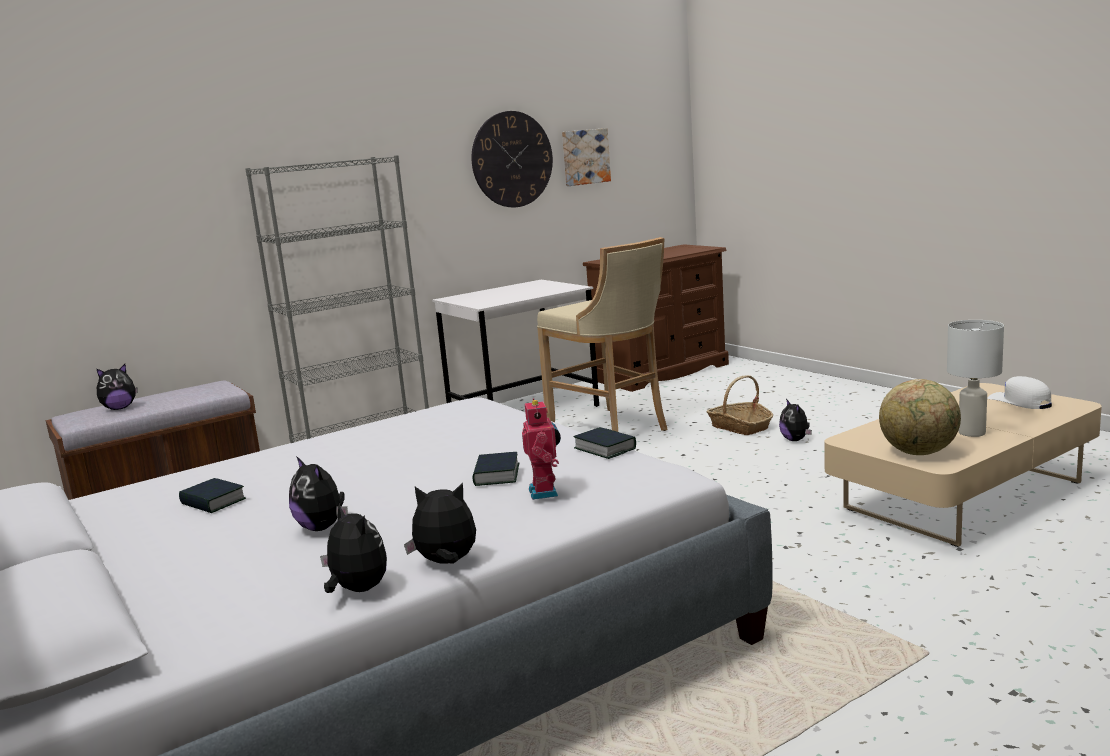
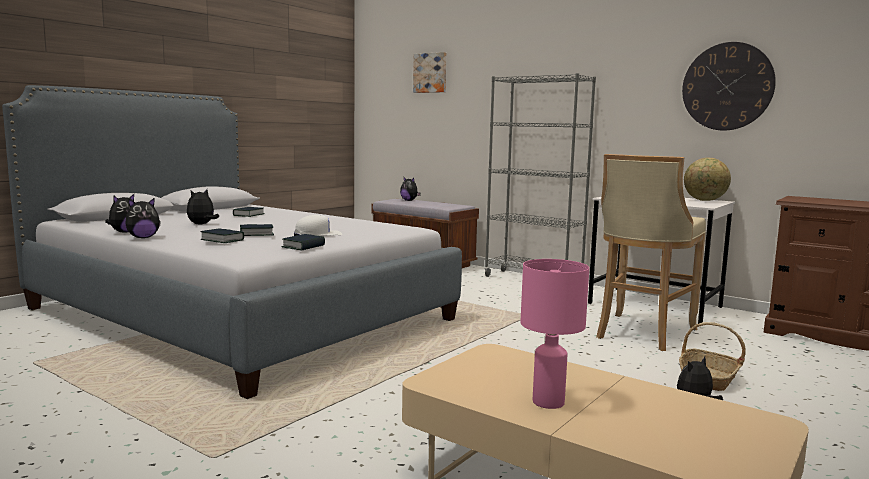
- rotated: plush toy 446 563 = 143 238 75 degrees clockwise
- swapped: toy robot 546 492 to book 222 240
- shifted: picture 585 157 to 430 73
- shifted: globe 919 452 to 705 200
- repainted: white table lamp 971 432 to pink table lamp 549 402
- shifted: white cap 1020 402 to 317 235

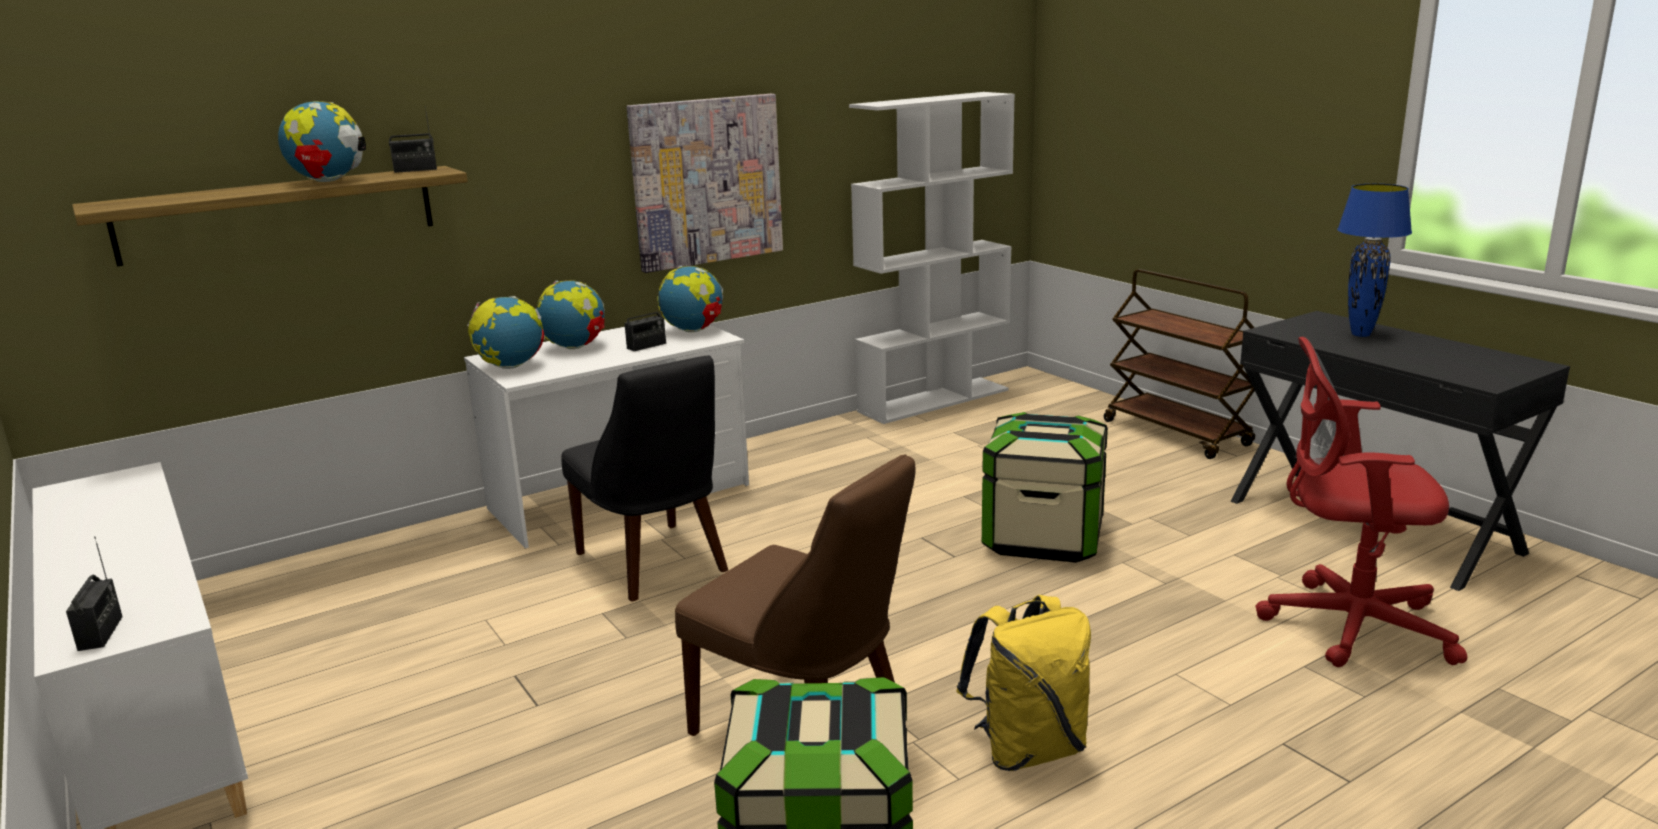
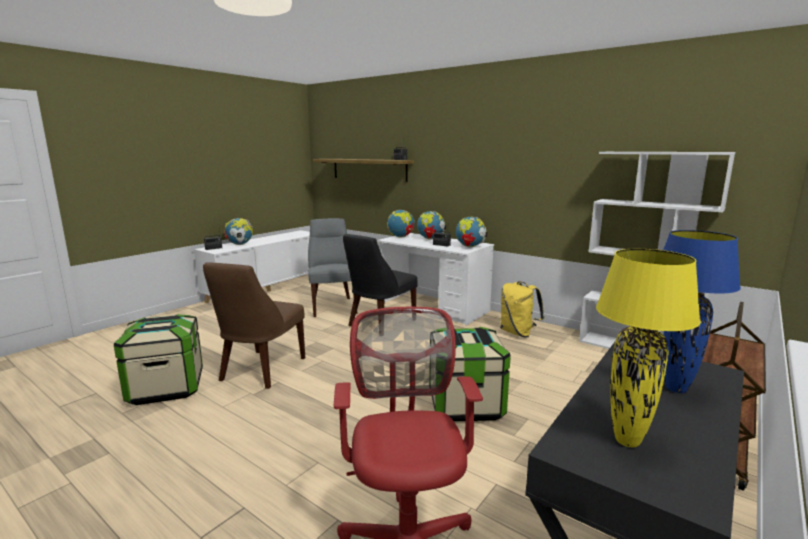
- shifted: globe 328 181 to 240 244
- gone: picture 706 181
- shifted: yellow backpack 1028 749 to 518 333
- new: grey chair 333 306
- new: yellow table lamp 627 441

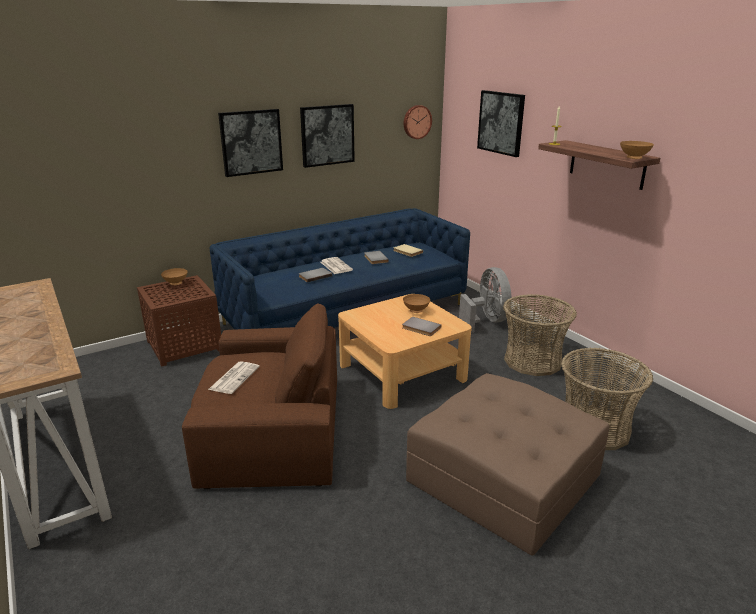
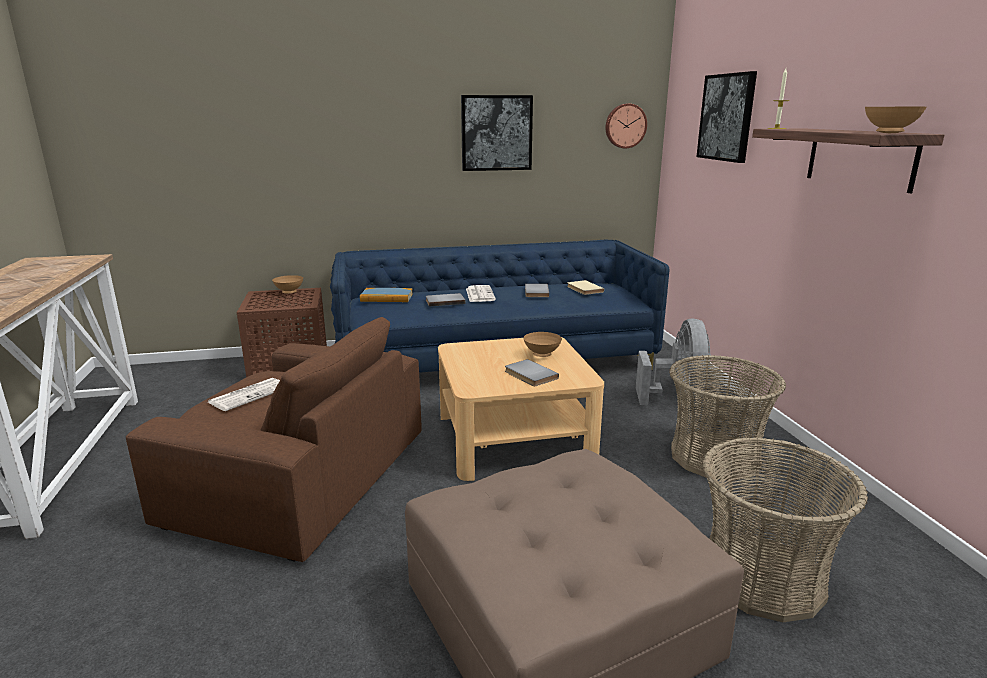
- gone: picture 251 142
- new: book 386 297

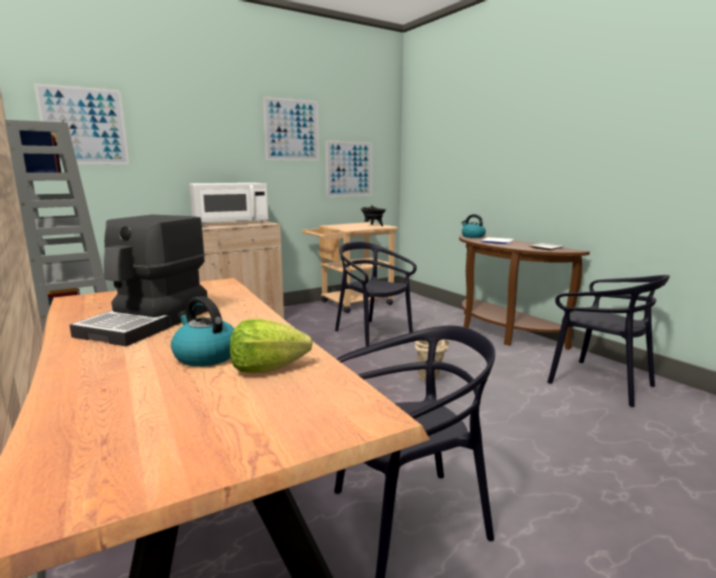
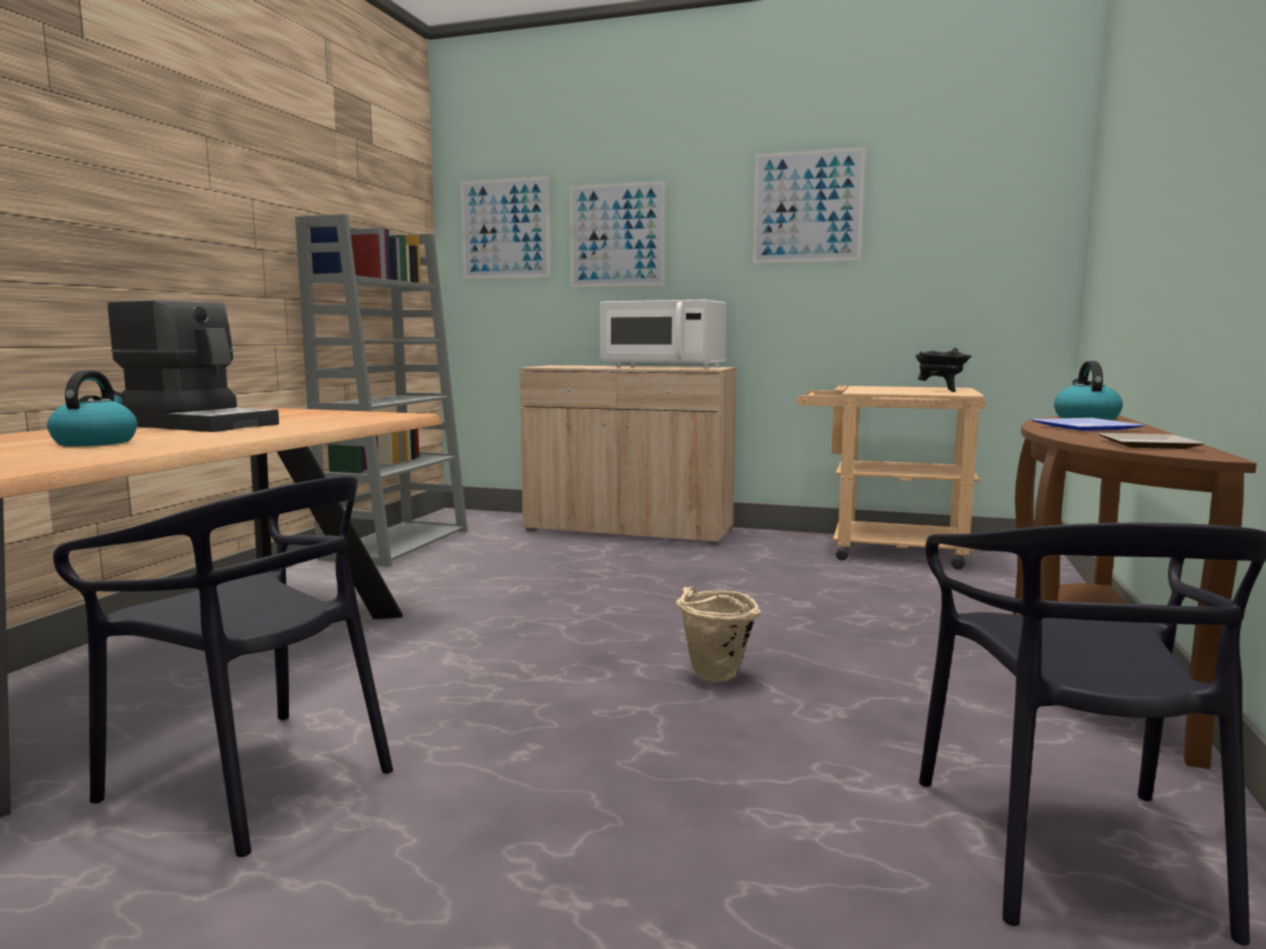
- rotated: coffee machine 148 322 = 200 424 135 degrees counterclockwise
- gone: lettuce 267 368
- shifted: picture 349 169 to 617 235
- gone: black chair 372 333

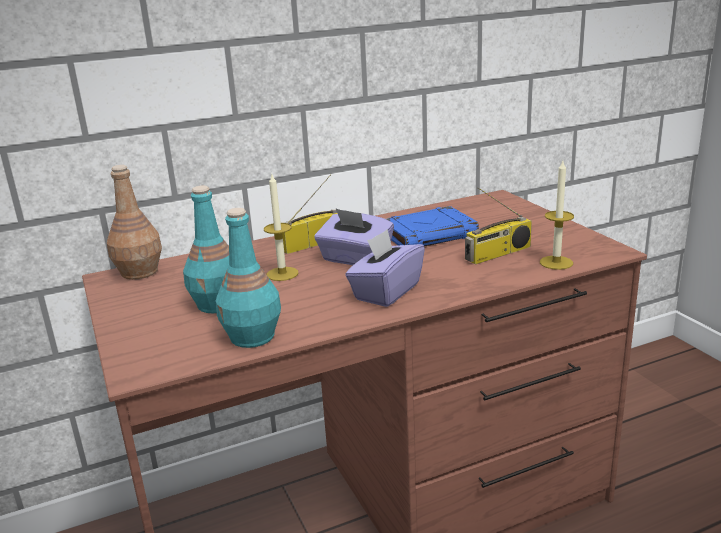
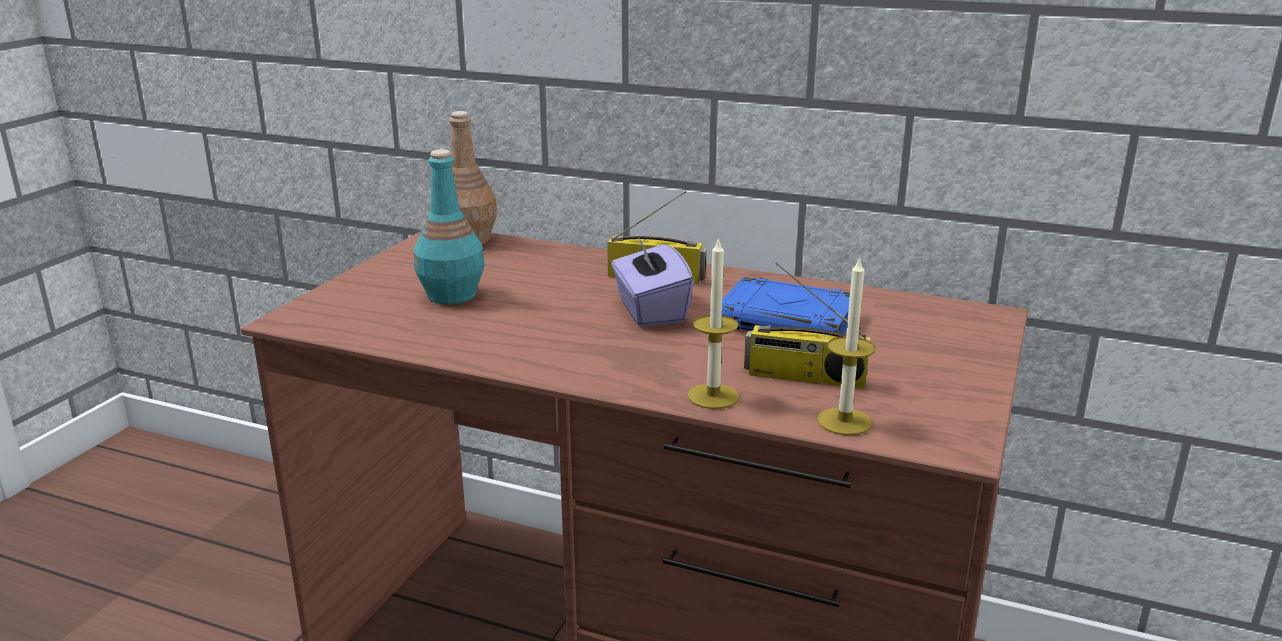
- gone: turquoise bottle 253 337
- shifted: candle 282 274 to 713 396
- gone: purple tissue box 386 291

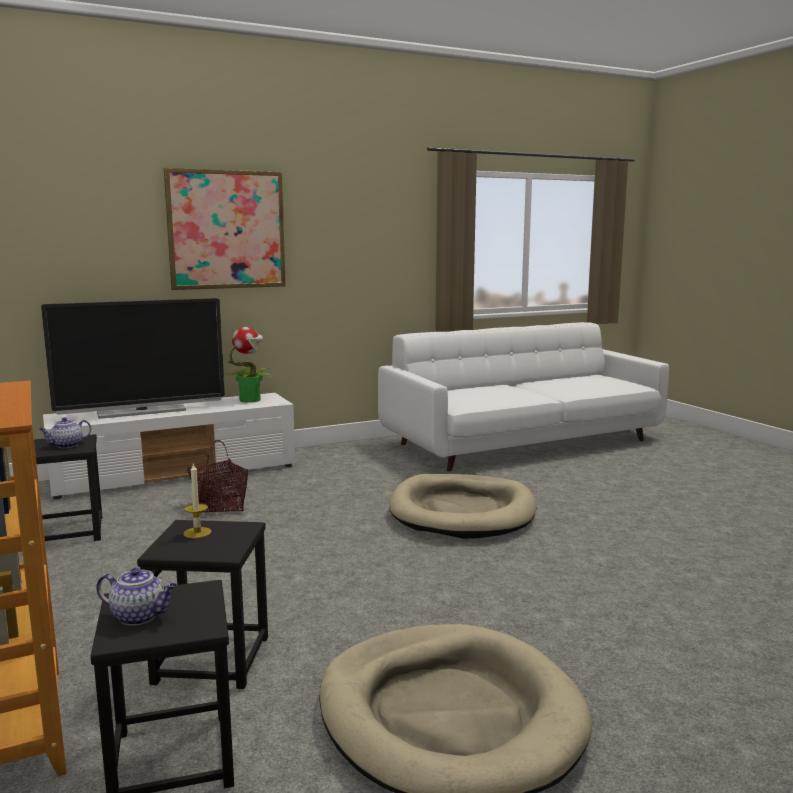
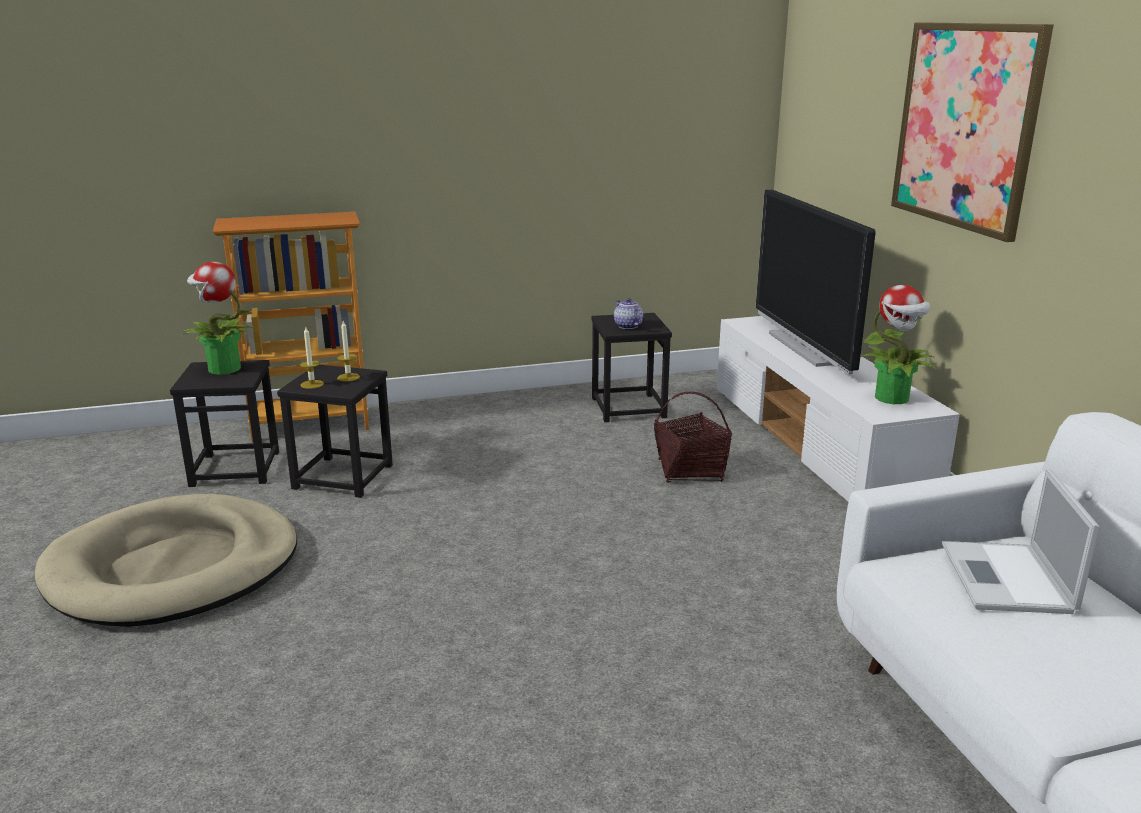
- swapped: teapot 140 616 to potted plant 223 369
- gone: beige dog bed 462 512
- new: candle 312 384
- new: laptop 1007 579

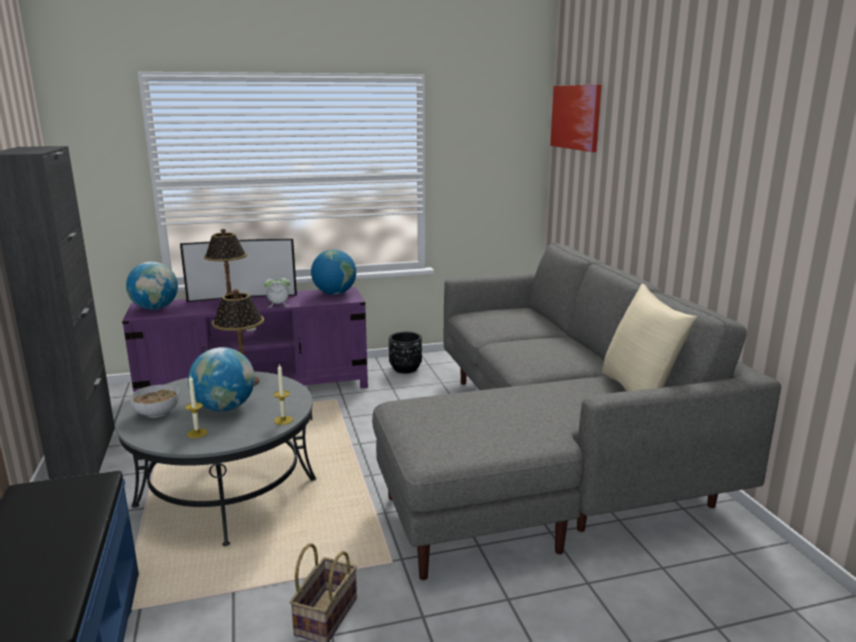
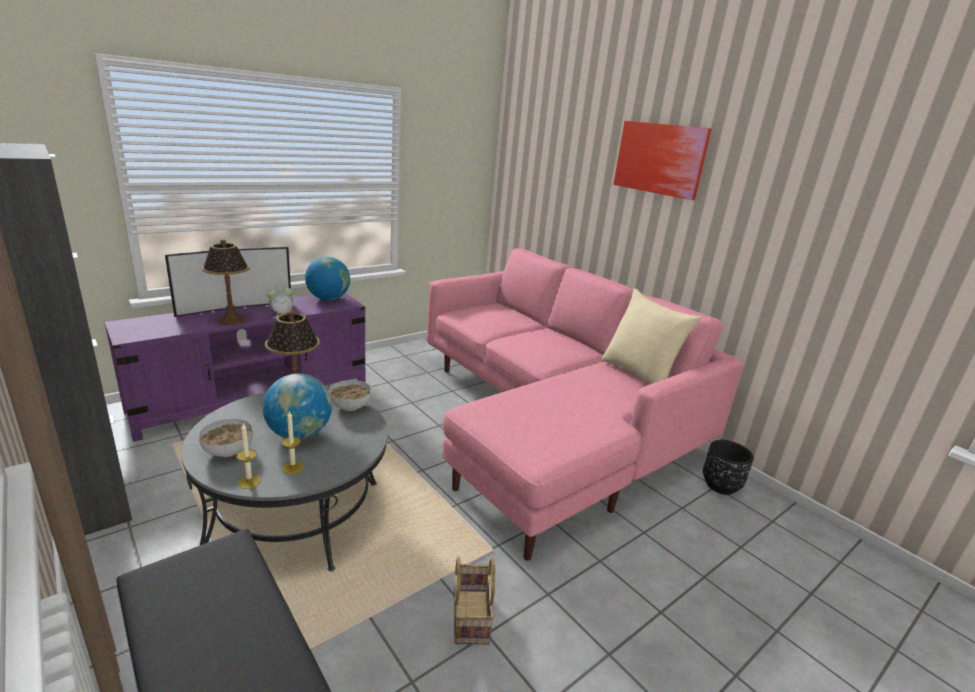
- gone: globe 155 308
- shifted: candle 283 420 to 249 482
- repainted: grey sofa 548 451 to pink sofa 548 424
- shifted: black planter 405 369 to 720 485
- shifted: picture 576 117 to 660 159
- new: bowl 350 406

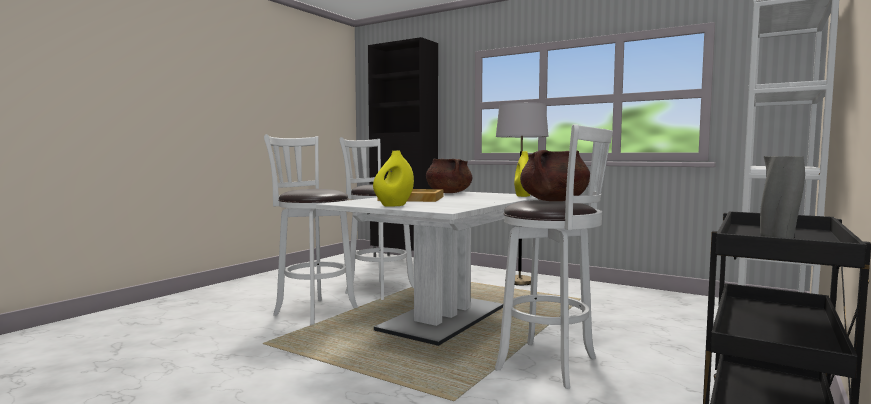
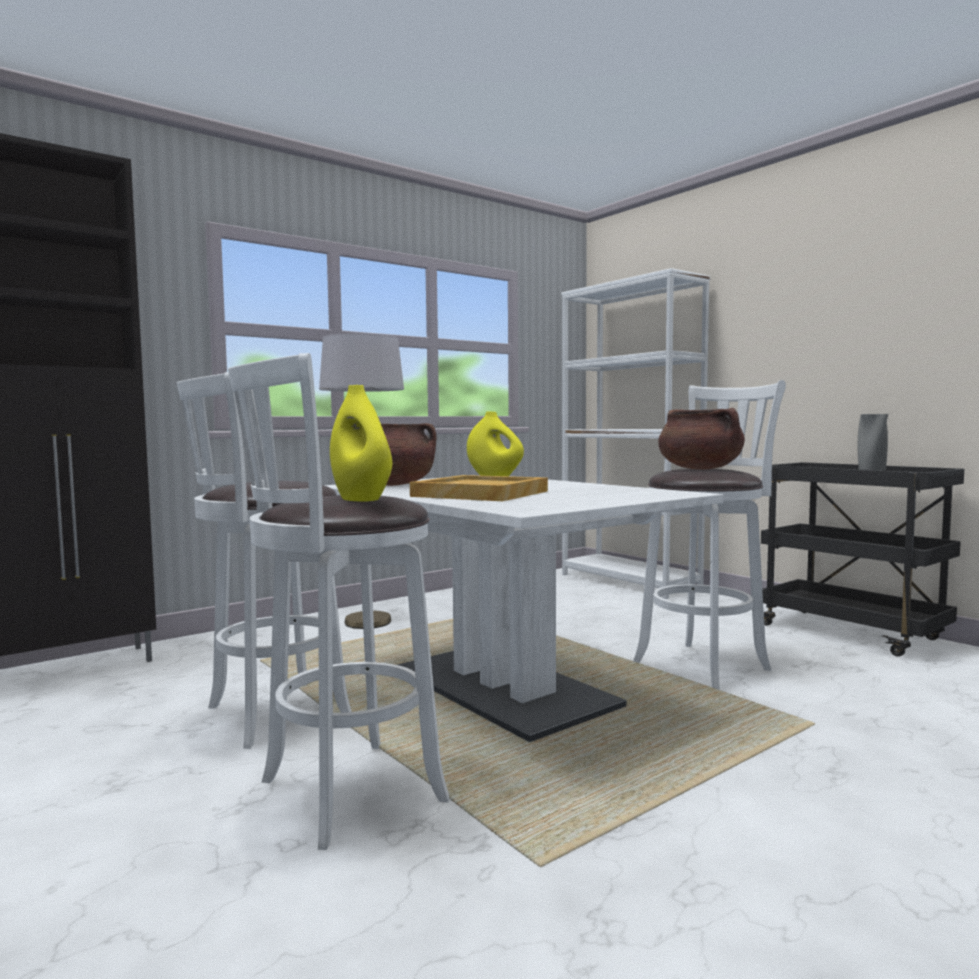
- shifted: yellow vase 394 205 to 361 499

